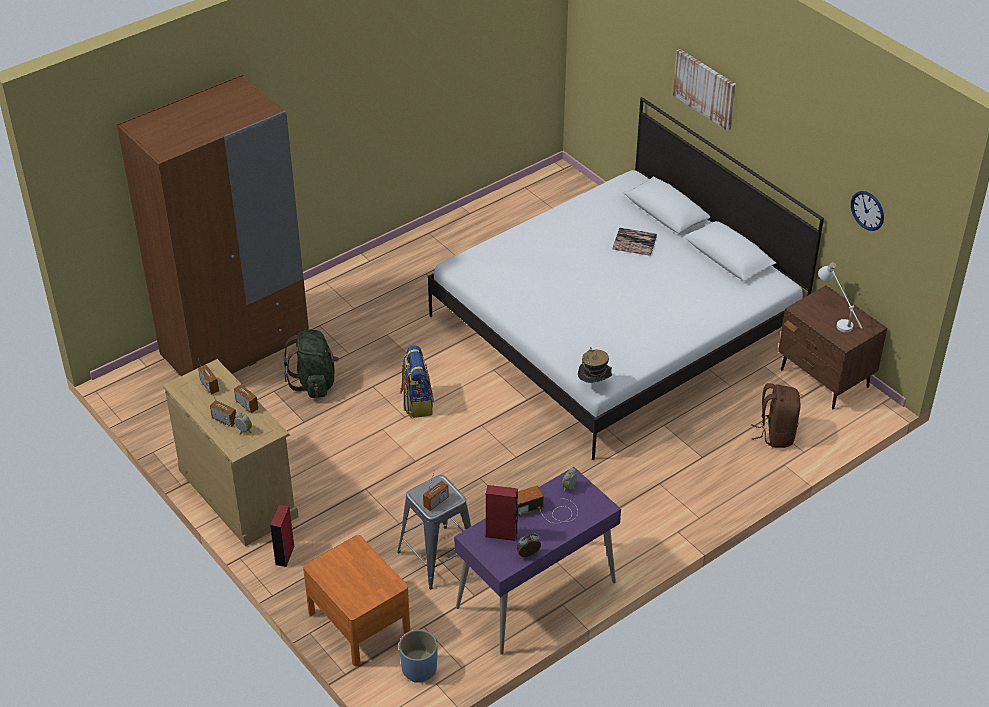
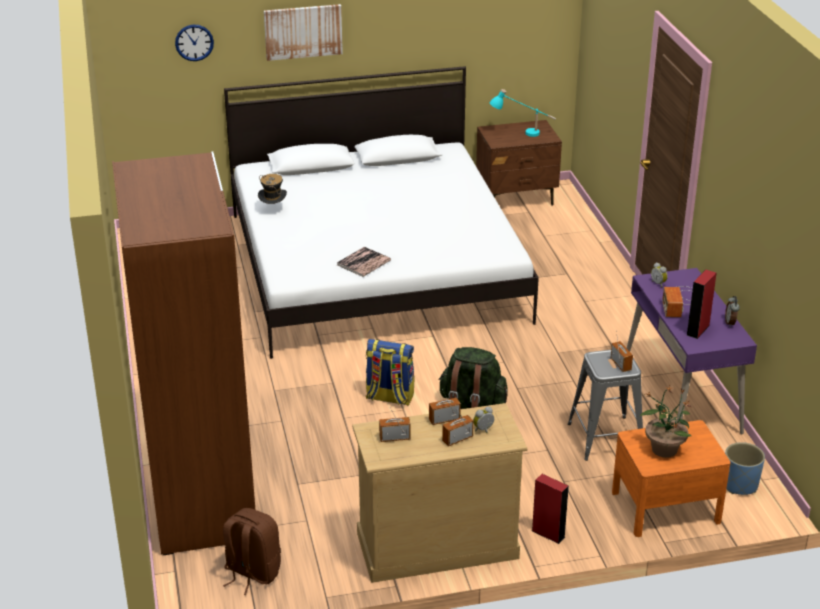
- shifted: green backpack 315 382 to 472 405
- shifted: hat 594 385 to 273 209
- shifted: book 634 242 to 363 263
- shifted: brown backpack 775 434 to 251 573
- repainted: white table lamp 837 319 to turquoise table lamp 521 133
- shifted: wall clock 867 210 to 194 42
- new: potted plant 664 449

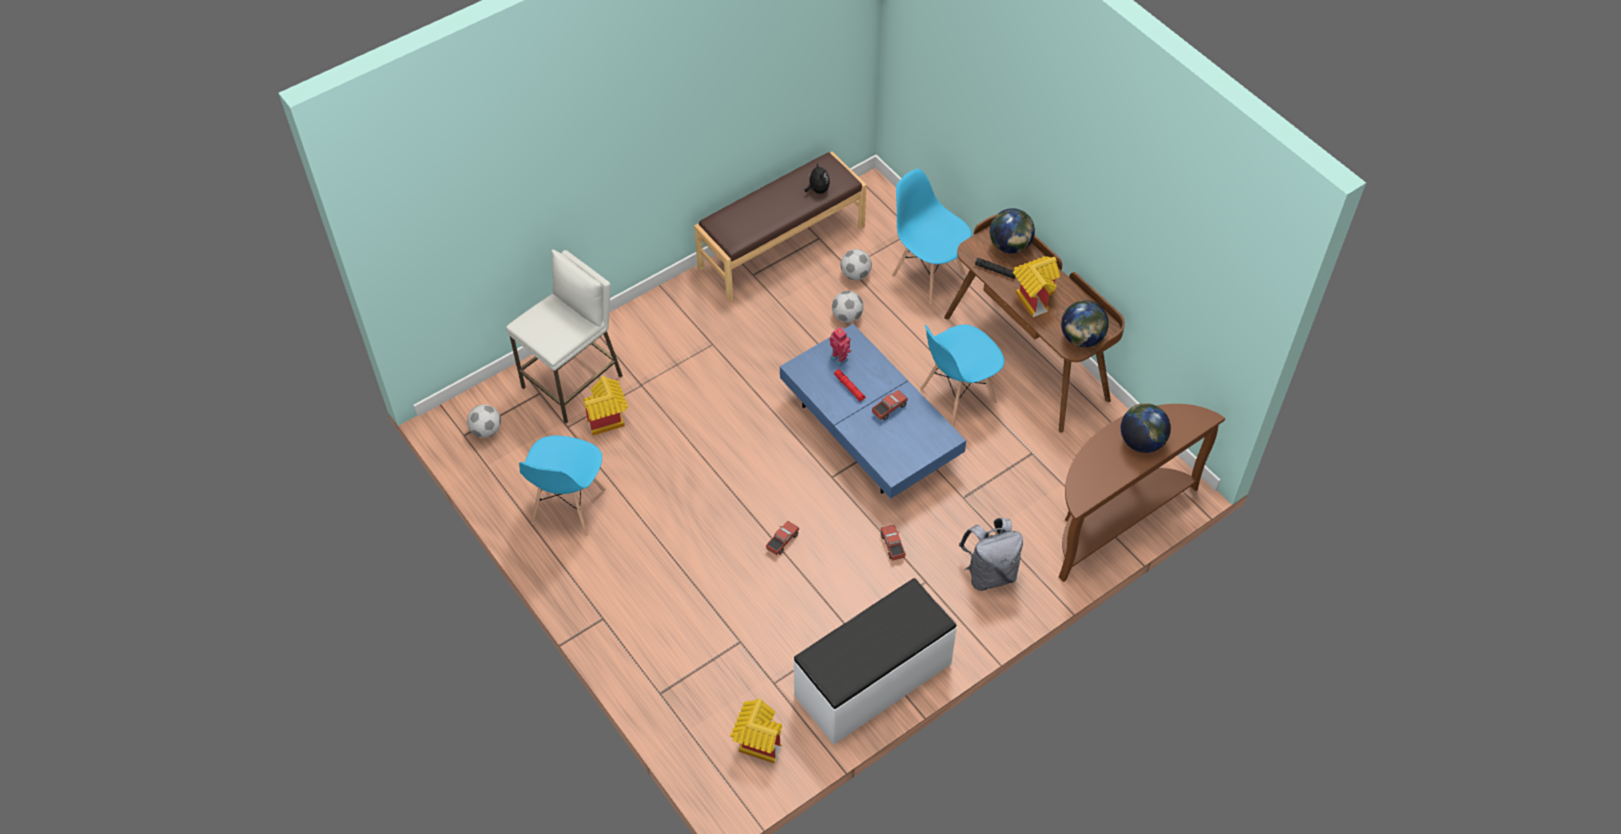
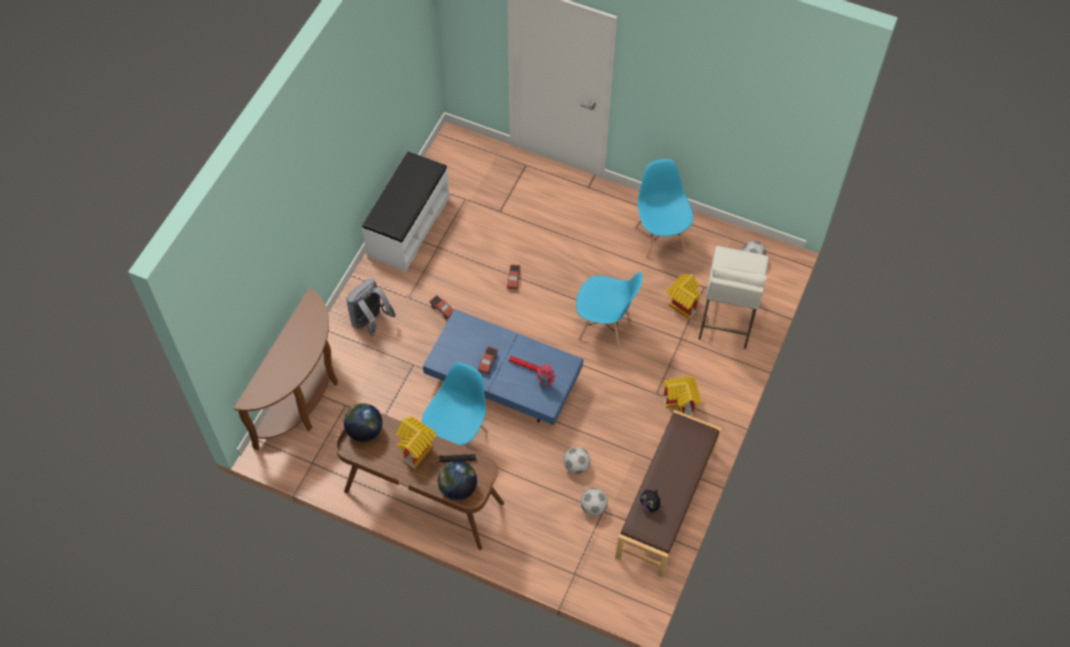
- shifted: toy house 756 742 to 681 403
- shifted: blue chair 928 274 to 604 328
- gone: globe 1141 442

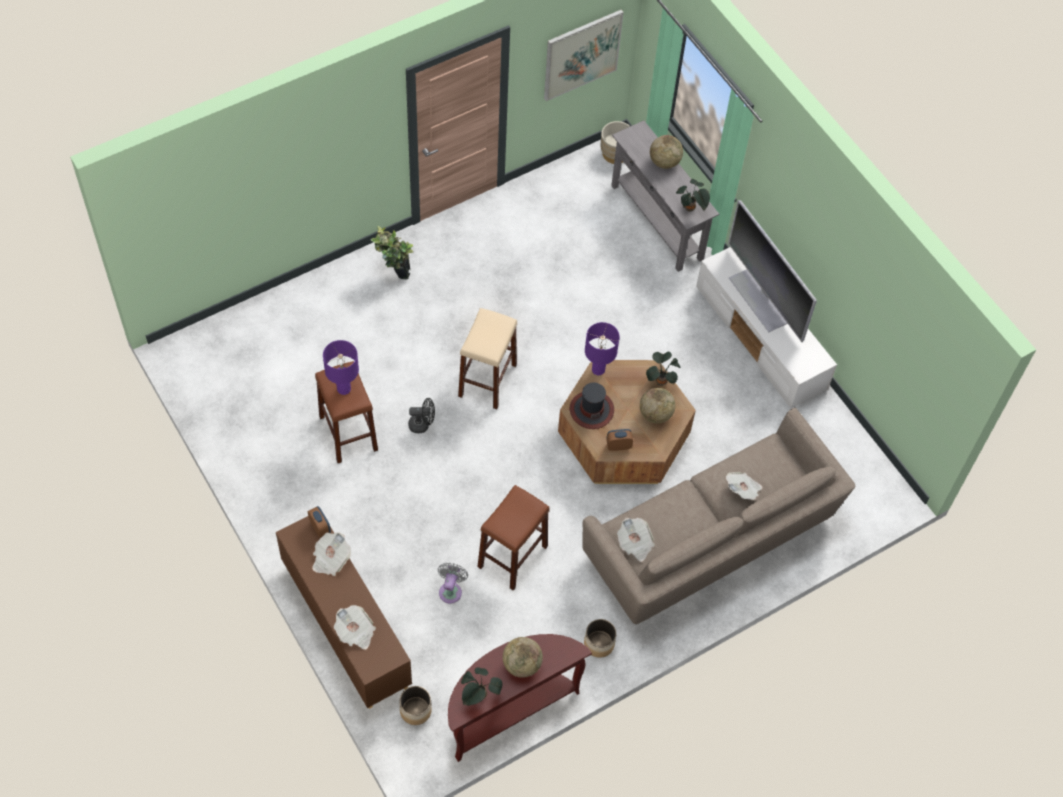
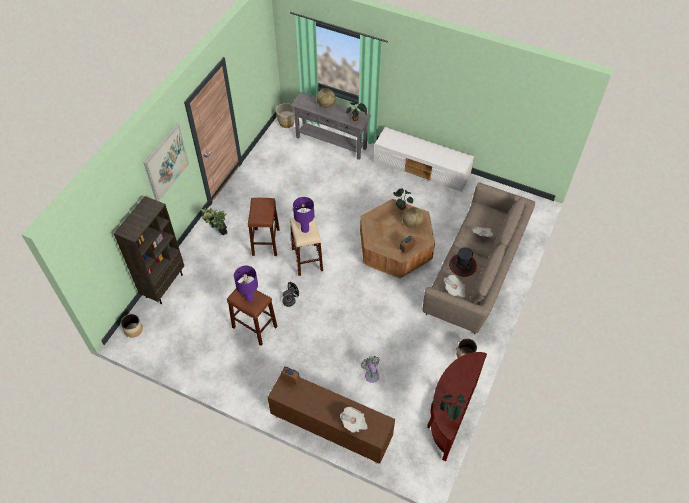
- gone: newspaper 330 559
- shifted: planter 415 710 to 133 329
- shifted: brown stool 512 556 to 266 242
- gone: globe 521 664
- shifted: picture 582 54 to 166 162
- shifted: hat 591 409 to 462 265
- shifted: purple table lamp 598 370 to 305 229
- gone: television 759 299
- new: brown bookcase 164 285

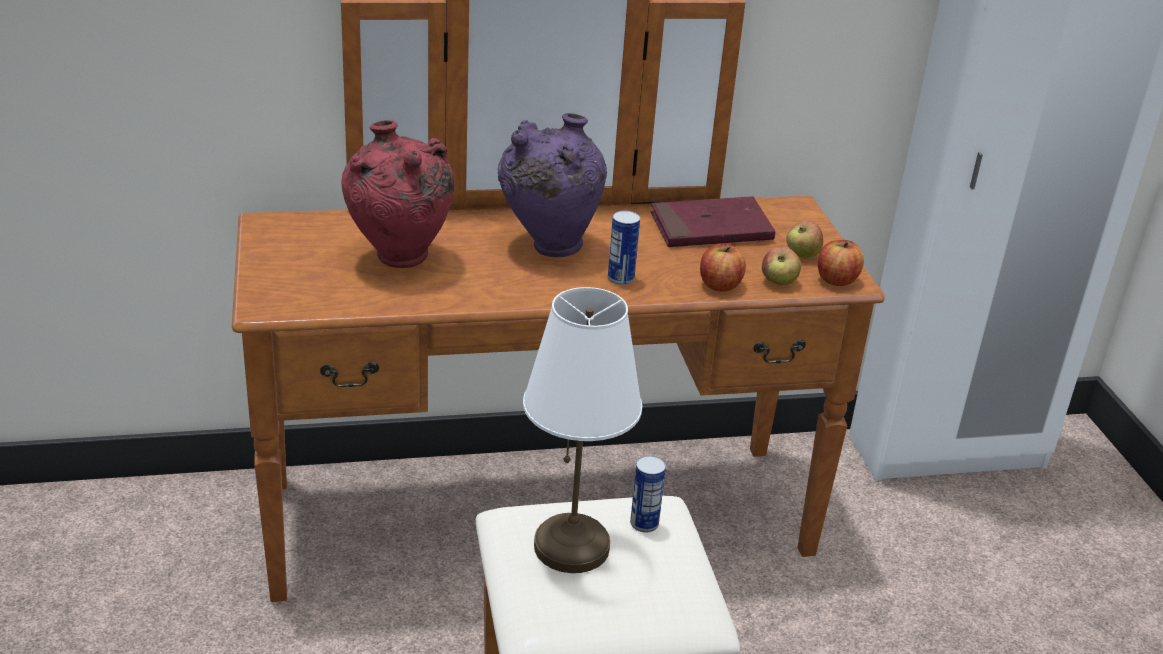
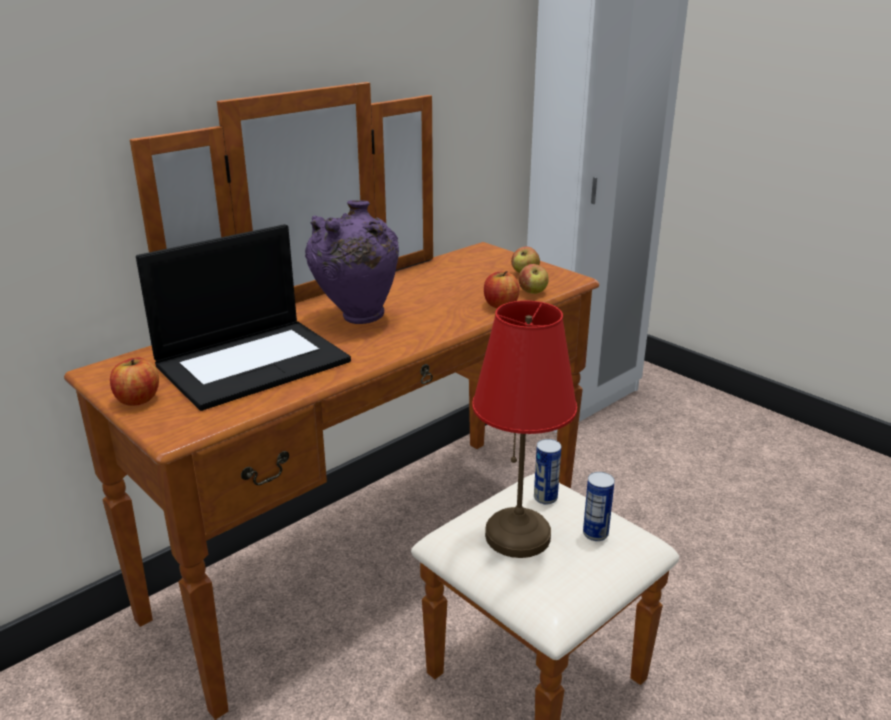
- swapped: red vase 400 261 to laptop 253 362
- repainted: white table lamp 573 546 to red table lamp 518 535
- shifted: can 620 279 to 595 534
- gone: red book 711 228
- shifted: apple 836 280 to 137 399

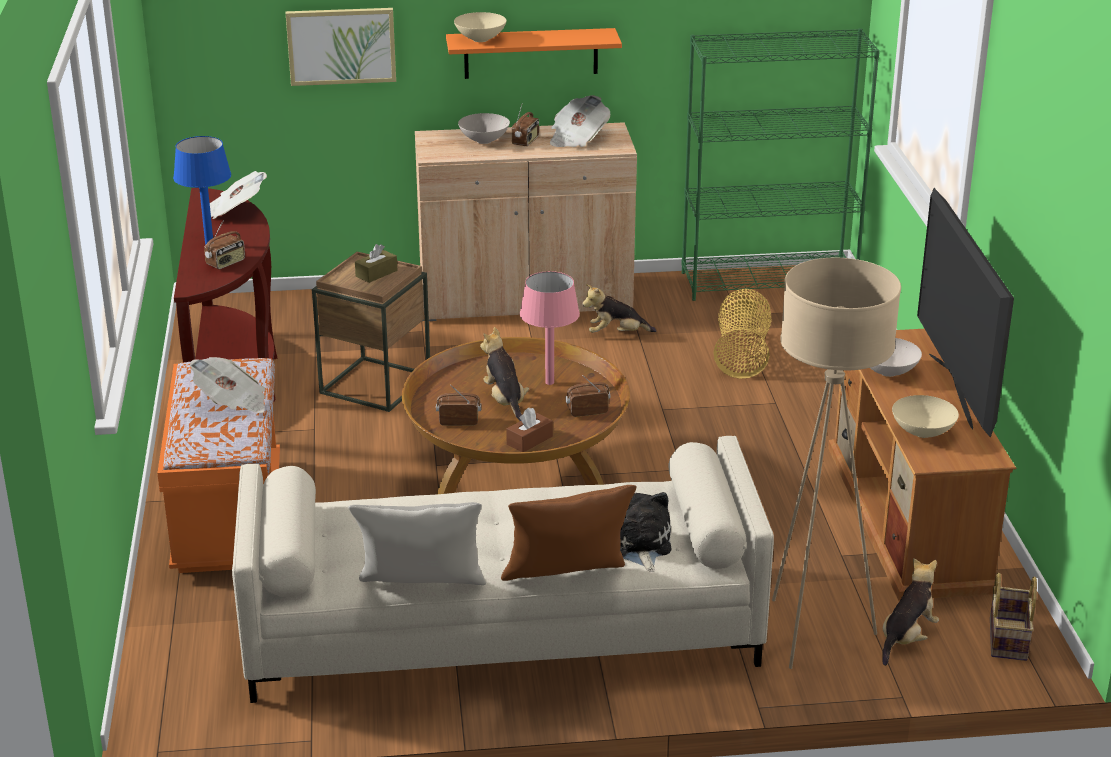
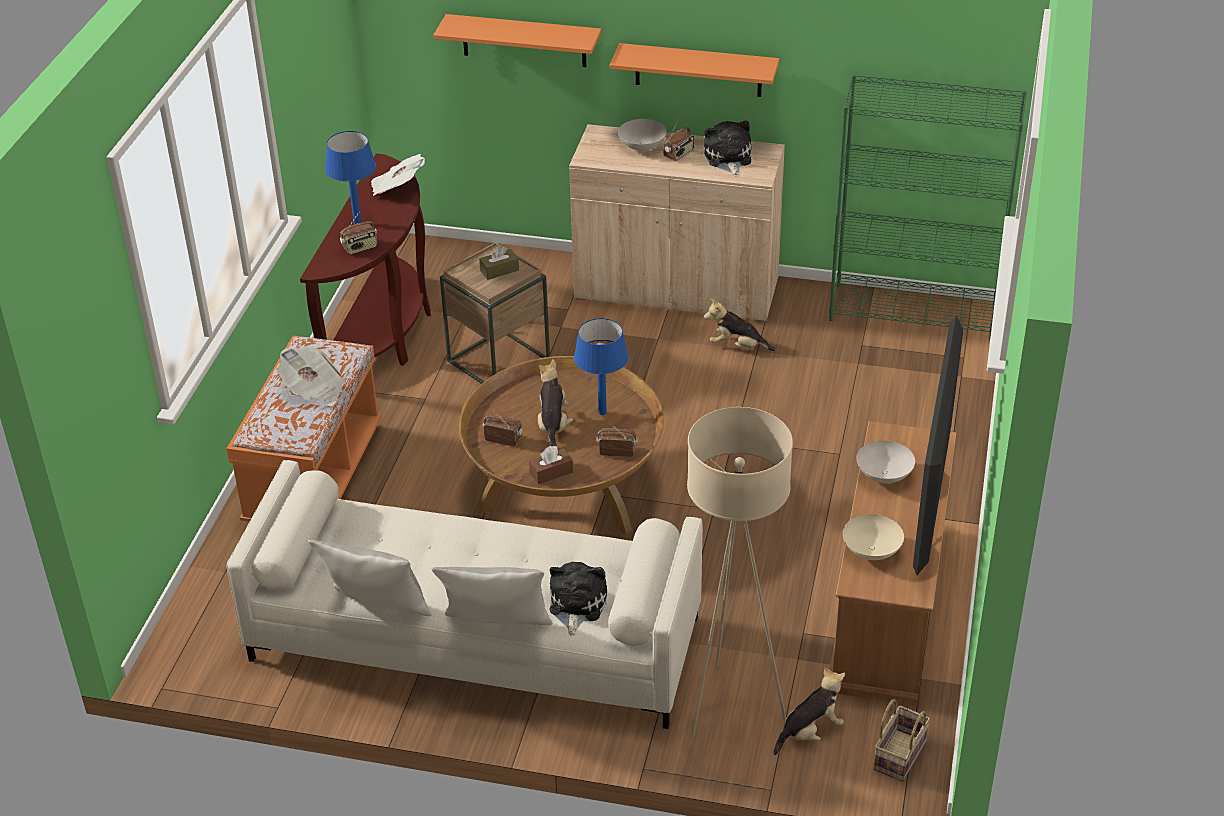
- swapped: picture 341 46 to orange shelf 524 40
- gone: beige bowl 481 39
- repainted: brown pillow 567 583 to grey pillow 496 631
- repainted: pink table lamp 549 382 to blue table lamp 602 412
- swapped: newspaper 577 138 to plush toy 728 158
- gone: basket 742 354

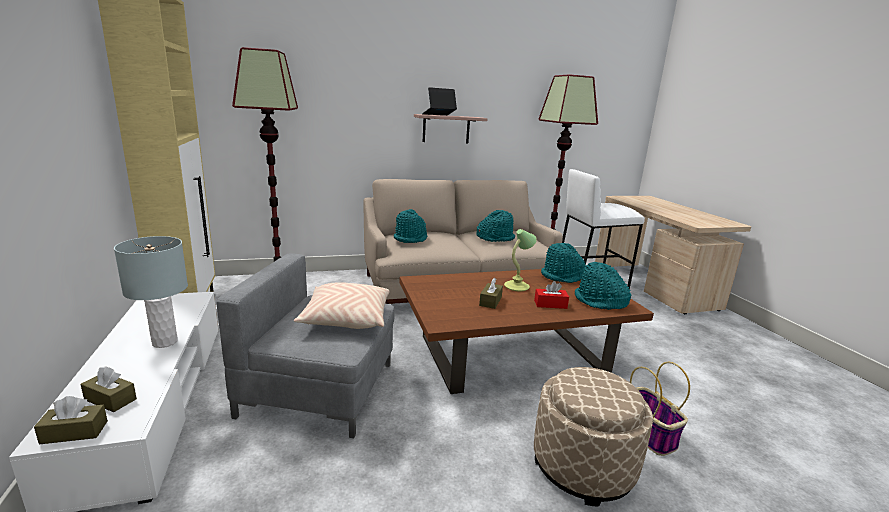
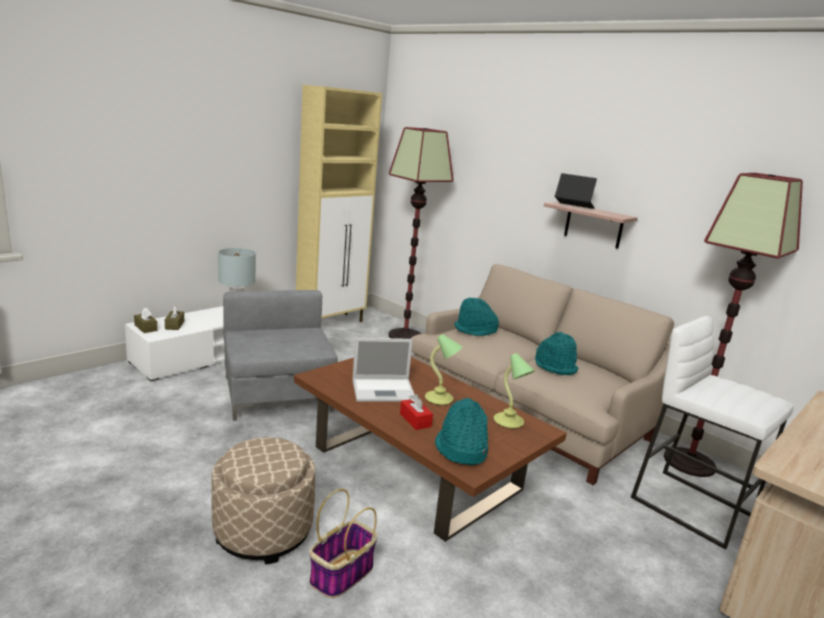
- gone: beige pillow 346 319
- swapped: brown tissue box 490 301 to laptop 384 390
- swapped: turquoise hat 562 276 to table lamp 509 422

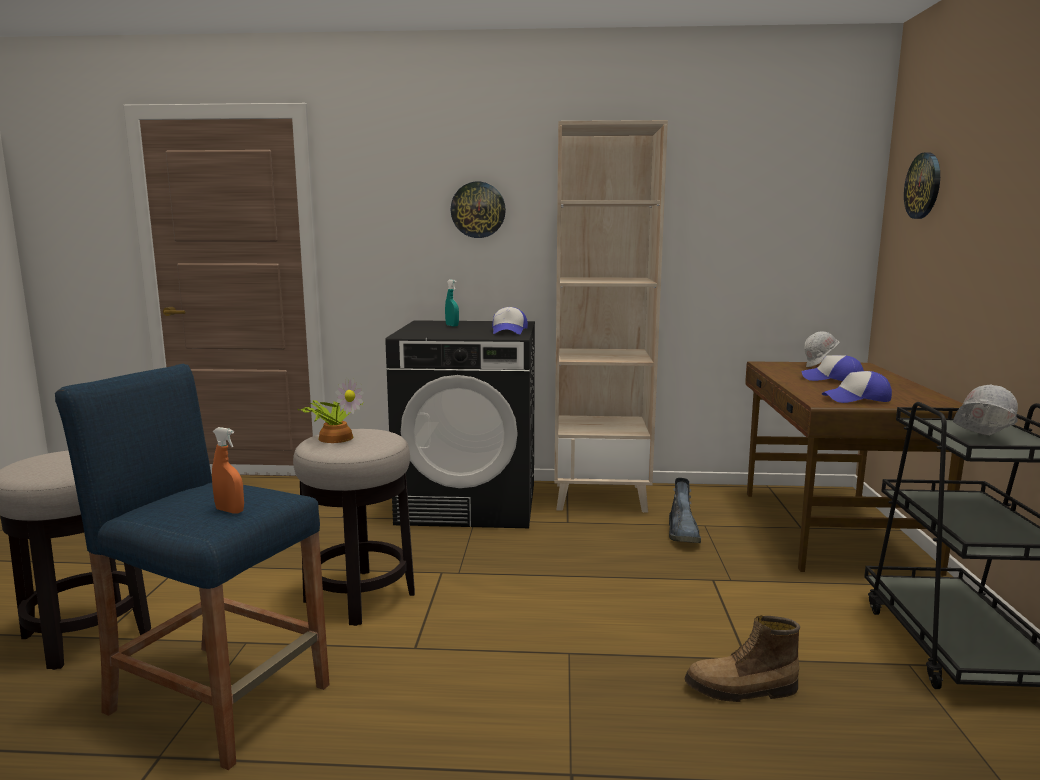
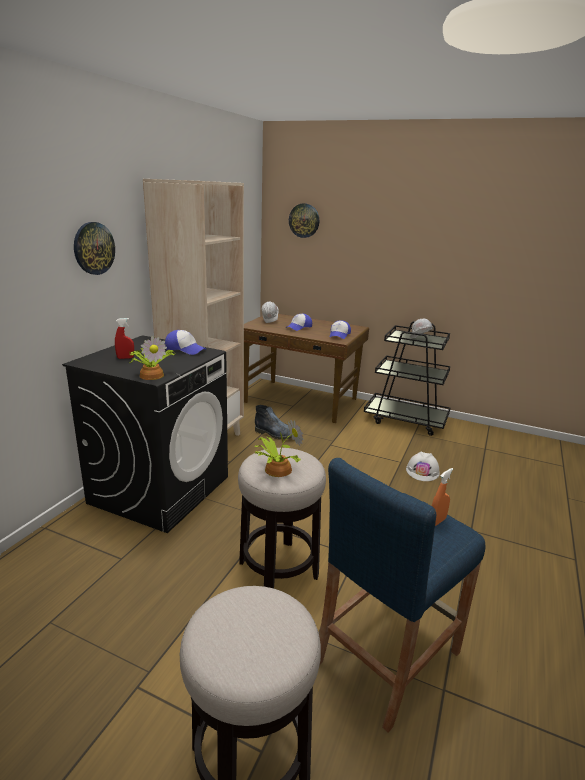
- repainted: turquoise spray bottle 452 325 to red spray bottle 125 358
- swapped: boot 741 690 to white hard hat 422 471
- new: potted plant 152 375

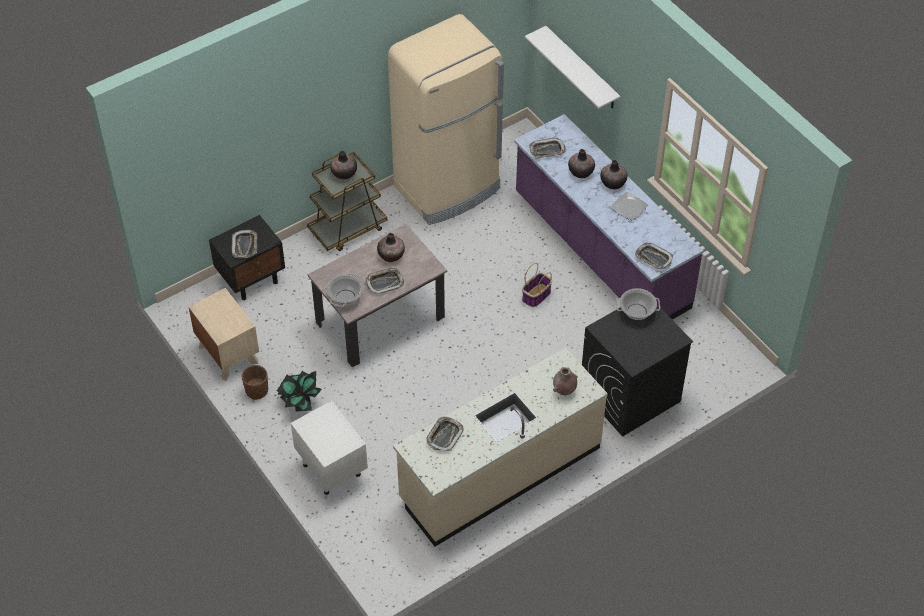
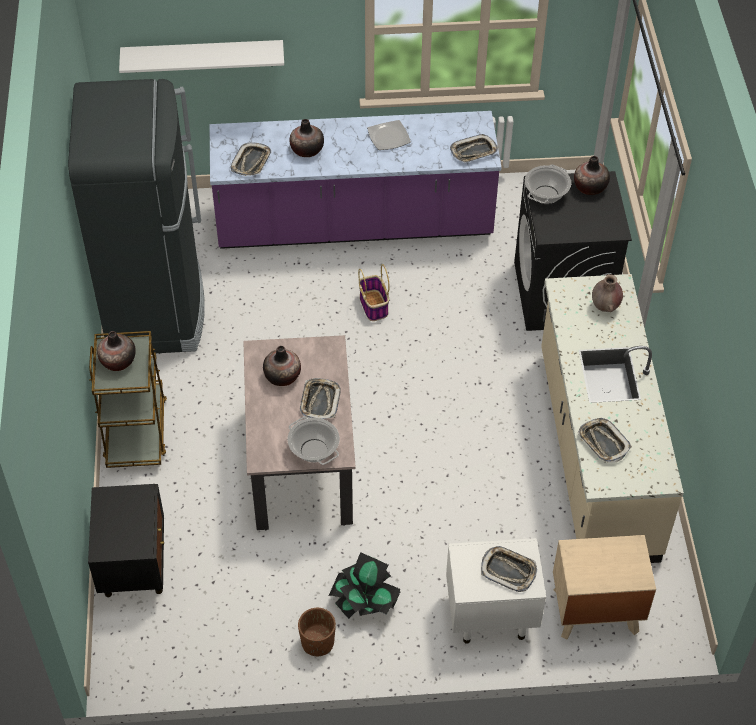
- shifted: beige nightstand 228 354 to 595 610
- shifted: tray 245 246 to 508 570
- repainted: beige fridge 448 188 to black fridge 156 308
- shifted: vase 613 183 to 590 187

